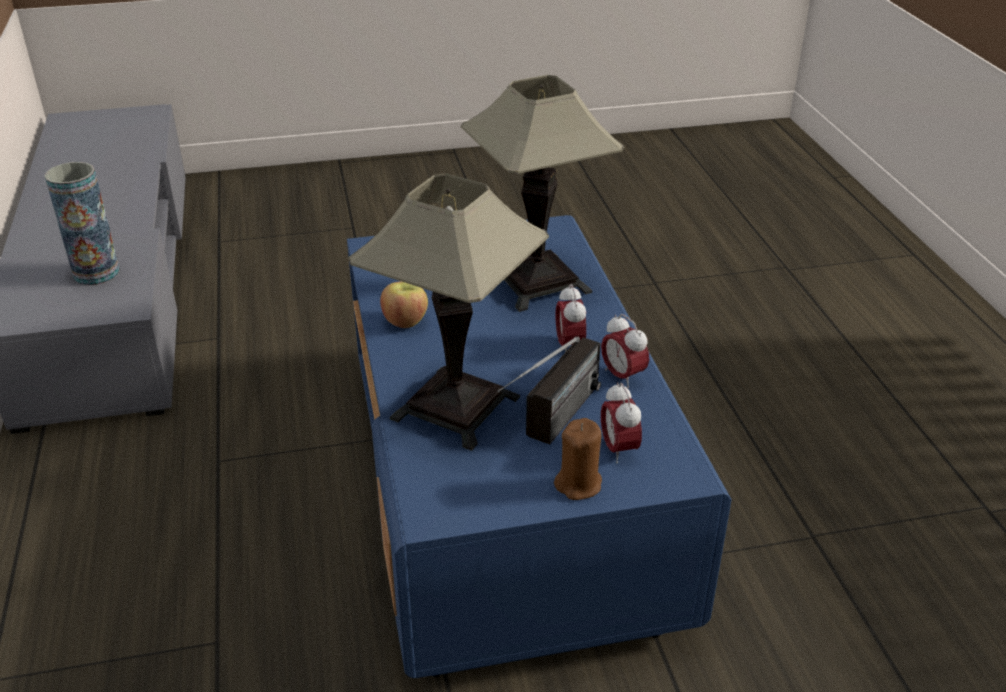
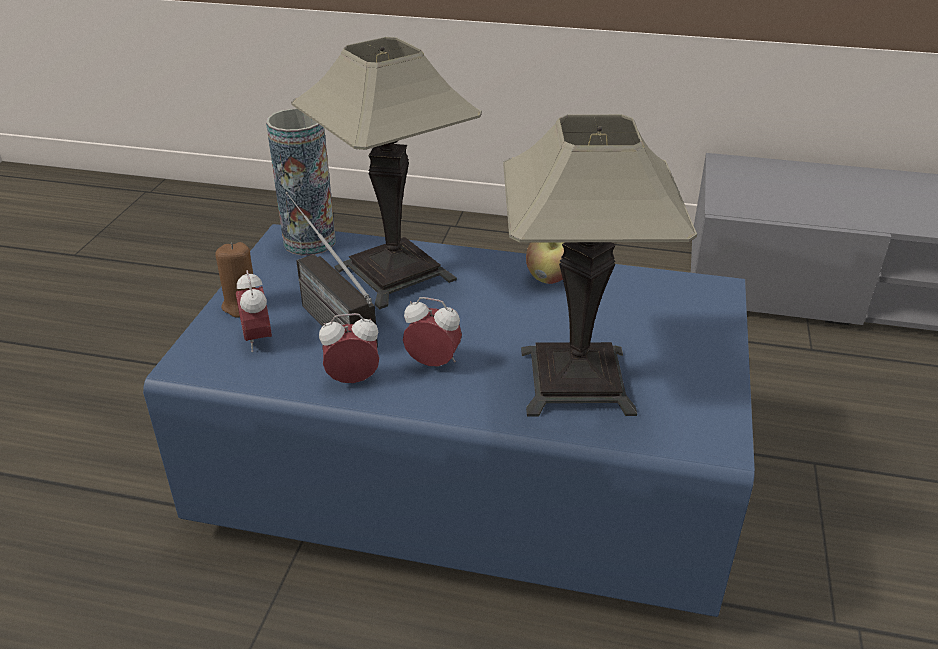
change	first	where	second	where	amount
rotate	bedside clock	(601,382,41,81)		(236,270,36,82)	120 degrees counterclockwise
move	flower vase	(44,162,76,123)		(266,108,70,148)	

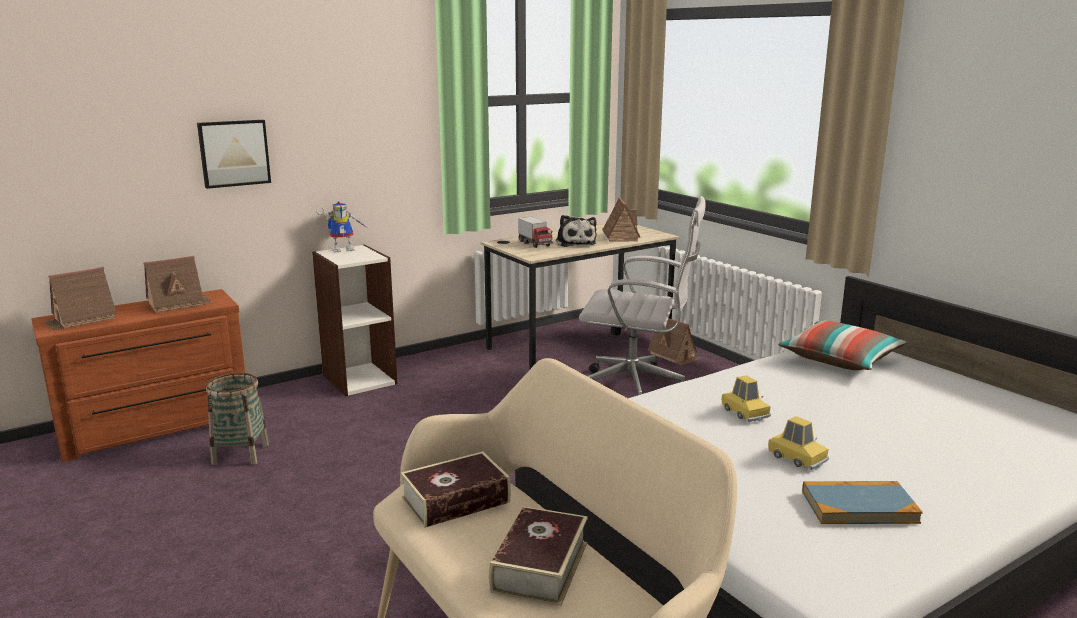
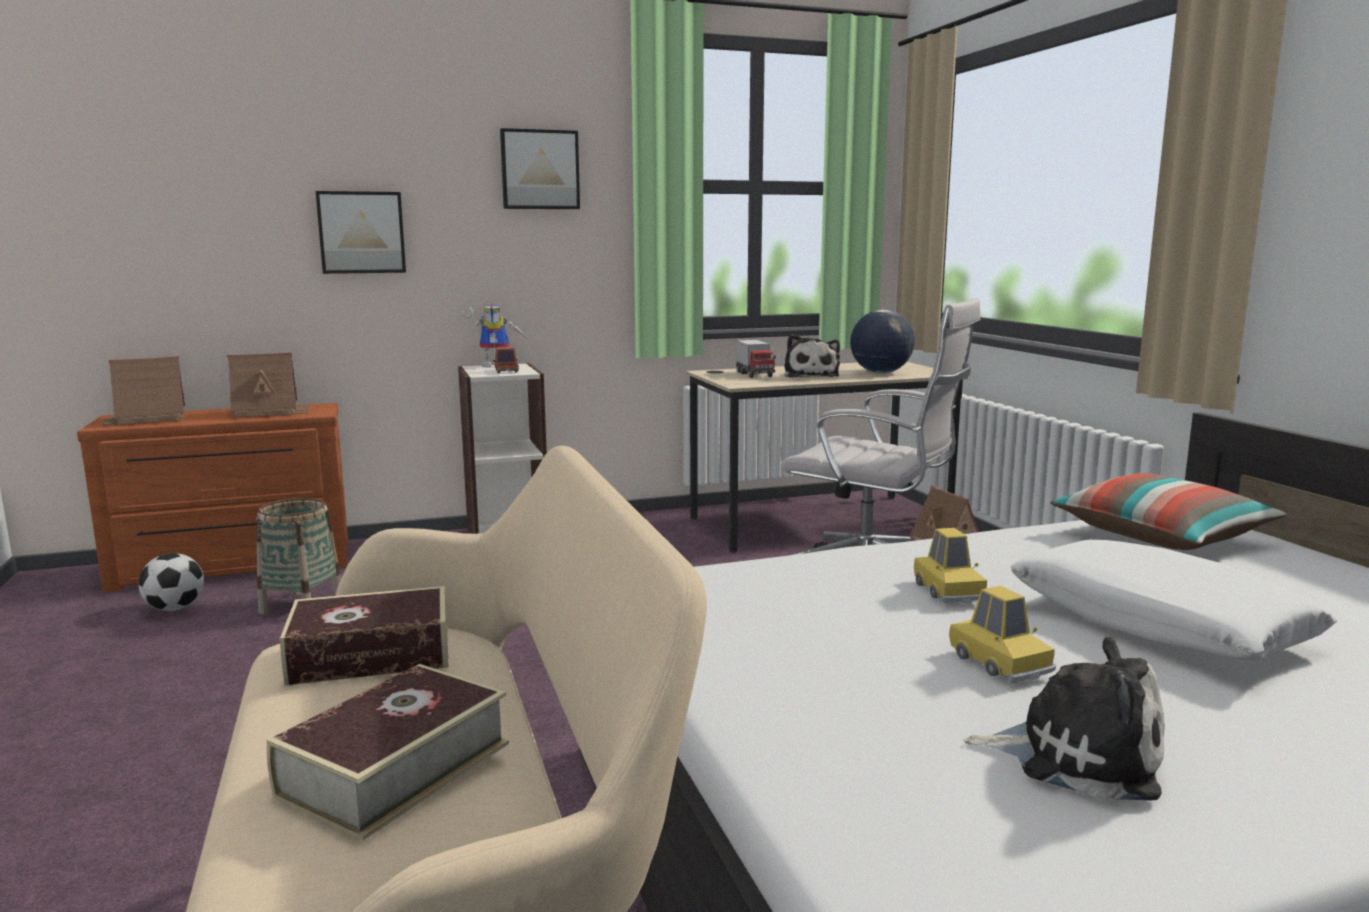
change	first	where	second	where	amount
insert			ball for football	(139,553,65,58)	
insert			toy lorry	(493,347,26,26)	
insert			wall picture	(500,128,80,81)	
replace	miniature house	(602,197,38,45)	desk globe	(850,310,65,63)	
replace	bound book	(802,481,121,43)	soft toy	(964,637,201,163)	
insert			white throw pillow	(1011,540,326,120)	

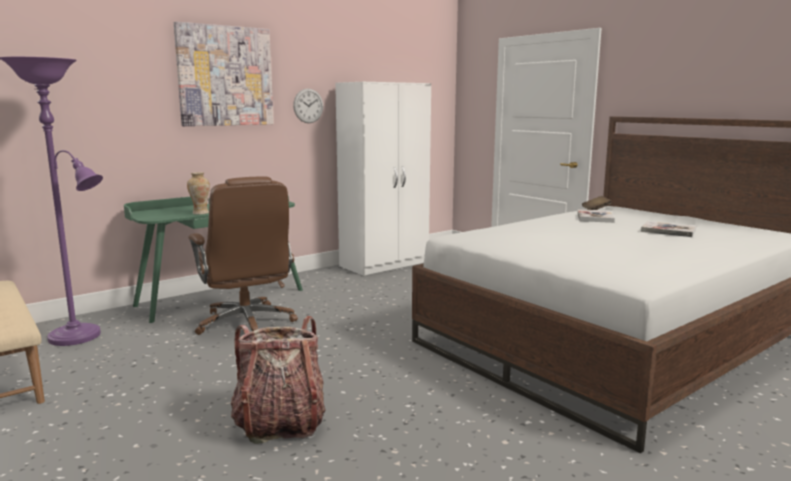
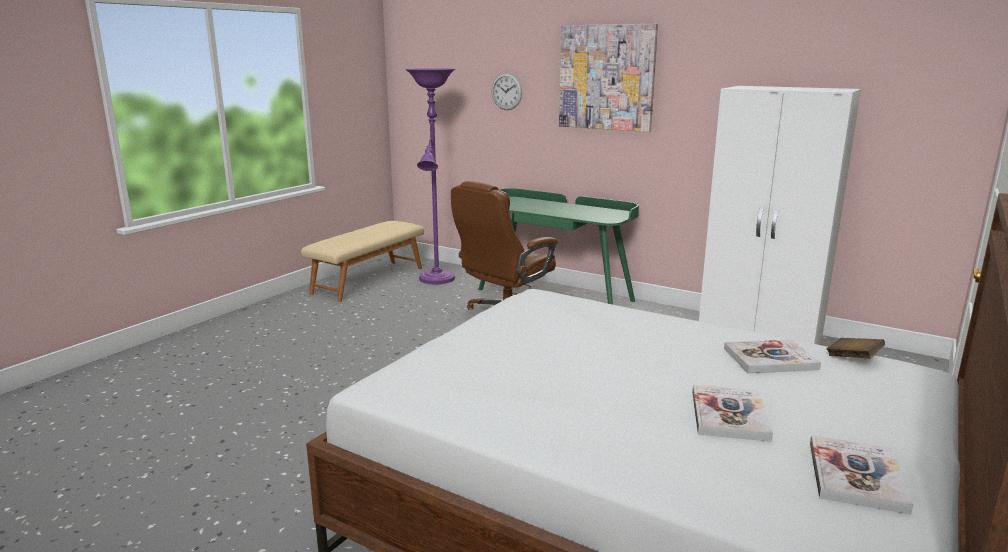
change	first	where	second	where	amount
move	clock on the wall	(293,89,30,34)		(492,73,30,37)	
insert			bound book	(810,435,103,79)	
delete	flower vase	(187,172,23,43)			
delete	knapsack	(231,316,95,128)			

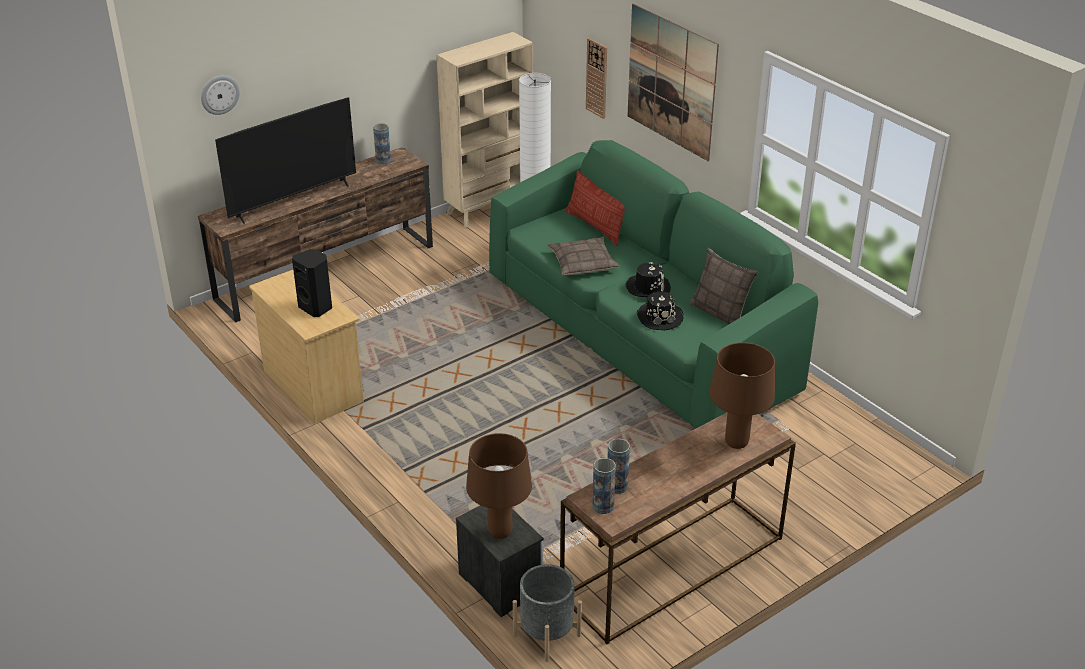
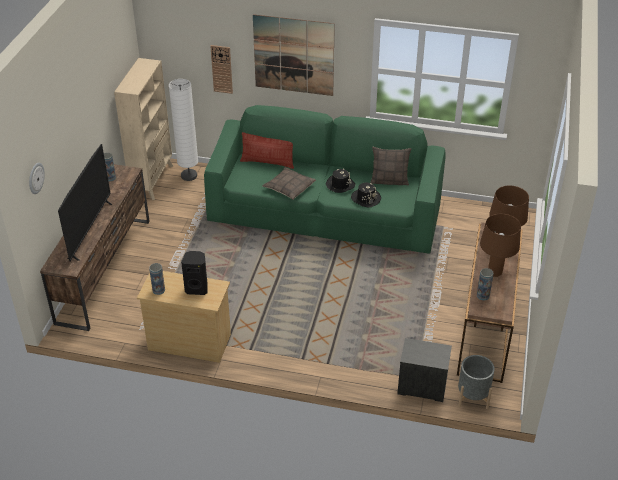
change	first	where	second	where	amount
move	flower vase	(592,458,24,56)		(149,263,16,32)	
move	brown table lamp	(466,433,66,106)		(480,214,41,63)	

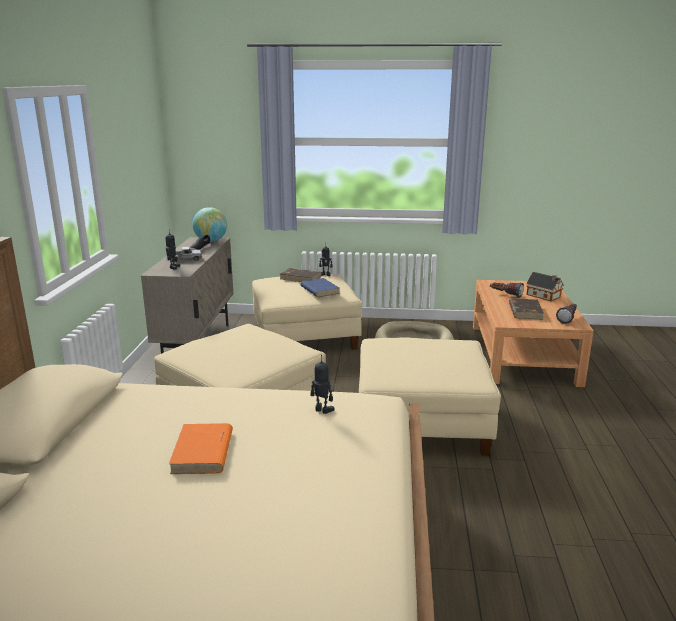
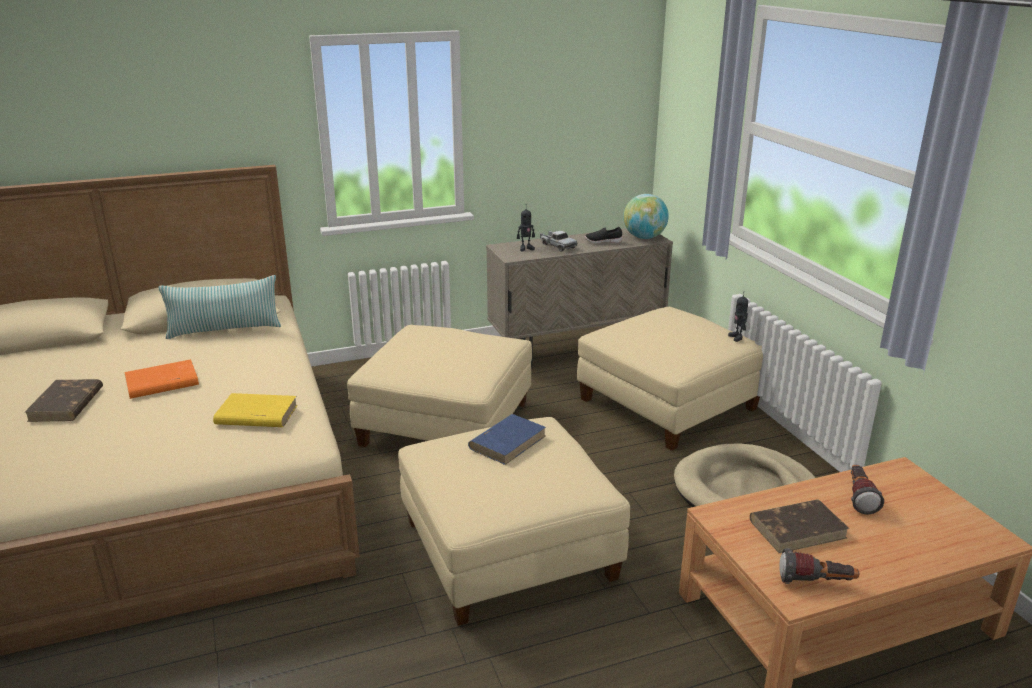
change	first	where	second	where	amount
move	brown bound book	(280,268,42,14)		(24,379,79,43)	
insert			throw pillow	(159,275,122,64)	
replace	model robot	(311,355,24,59)	yellow-coloured bound book	(213,393,85,34)	
move	blue bound book	(300,278,40,19)		(468,414,78,51)	
delete	miniature house	(526,272,38,29)			

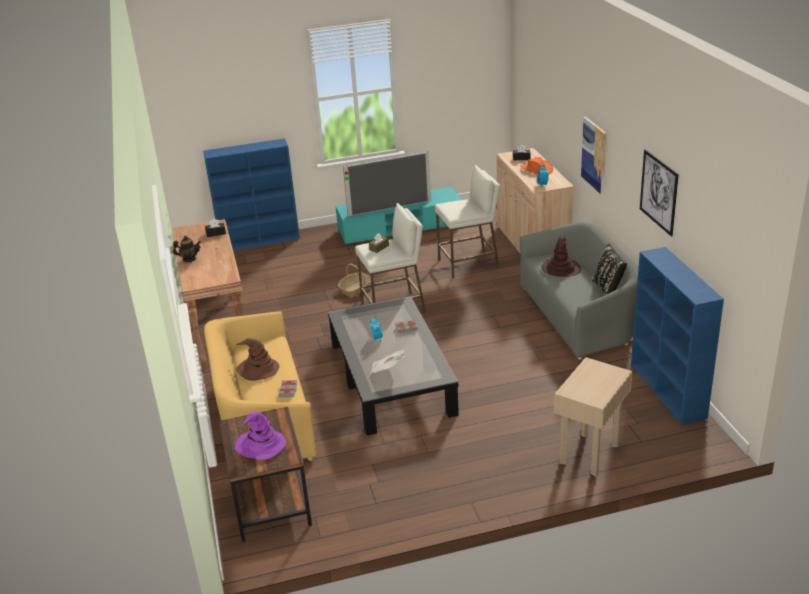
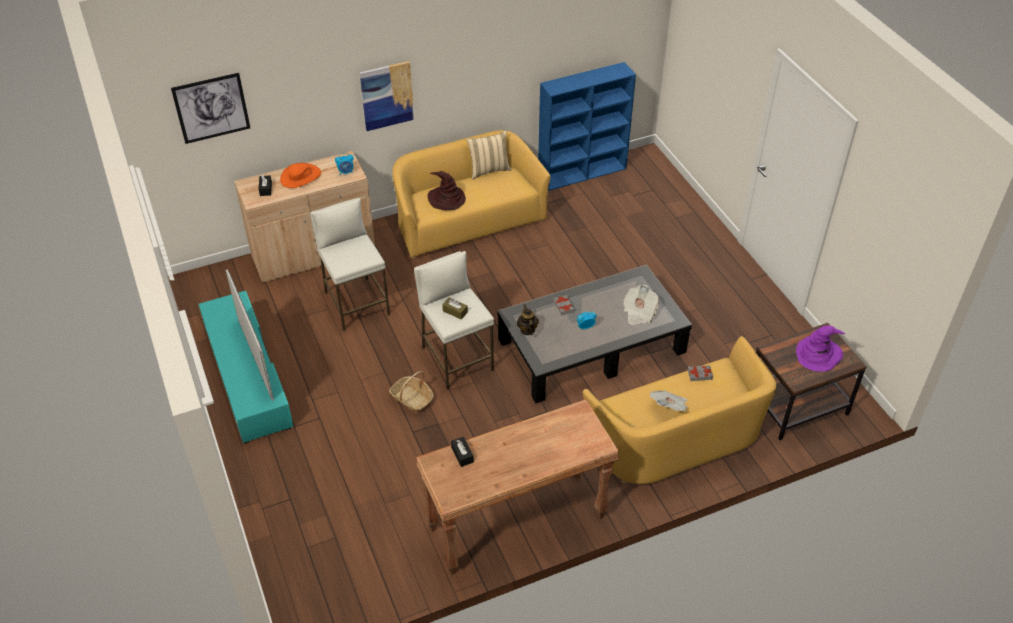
change	first	where	second	where	amount
move	wall picture	(640,149,39,88)		(171,73,79,71)	
recolor	grey sofa	(520,222,119,138)	yellow-coloured sofa	(392,130,159,128)	
recolor	blackish throw pillow	(592,244,35,51)	beige-coloured throw pillow	(466,130,45,49)	
move	tea pot	(173,236,28,26)		(517,304,22,31)	
replace	brown clothing hat	(236,338,43,43)	daily paper	(650,390,38,21)	
delete	blue shelving unit	(203,138,97,113)			
delete	beige-coloured end table	(554,357,78,119)			

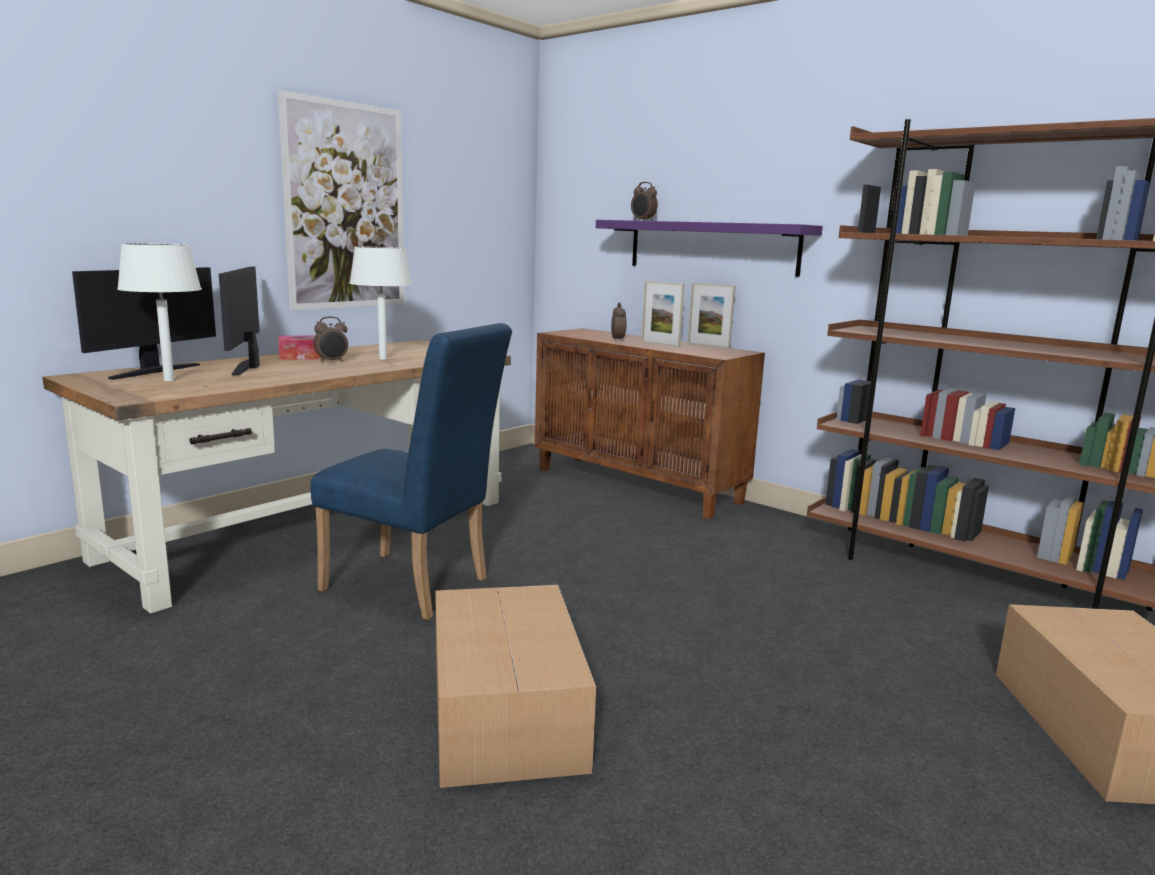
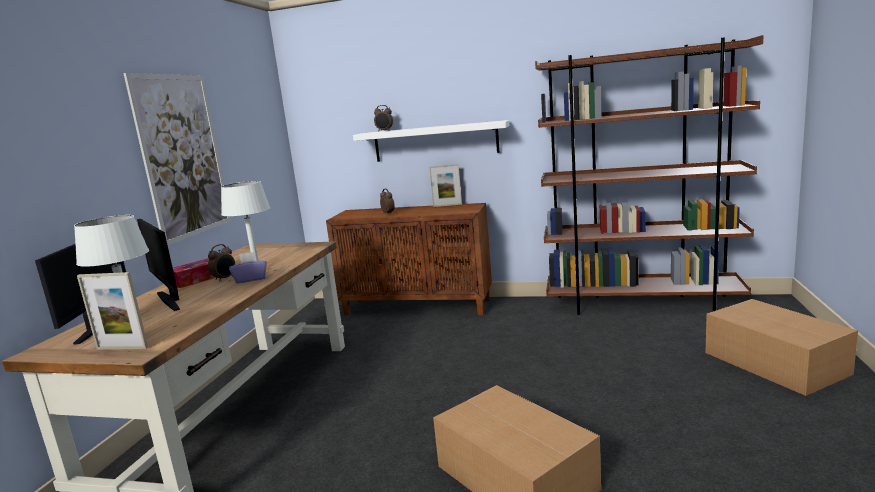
change	first	where	second	where	amount
move	picture frame	(641,281,44,66)		(77,272,71,77)	
insert			purple-coloured tissue box	(229,252,38,32)	
recolor	purple-coloured shelf	(596,220,227,57)	white shelf	(353,120,157,42)	
delete	blue chair	(310,323,202,297)			

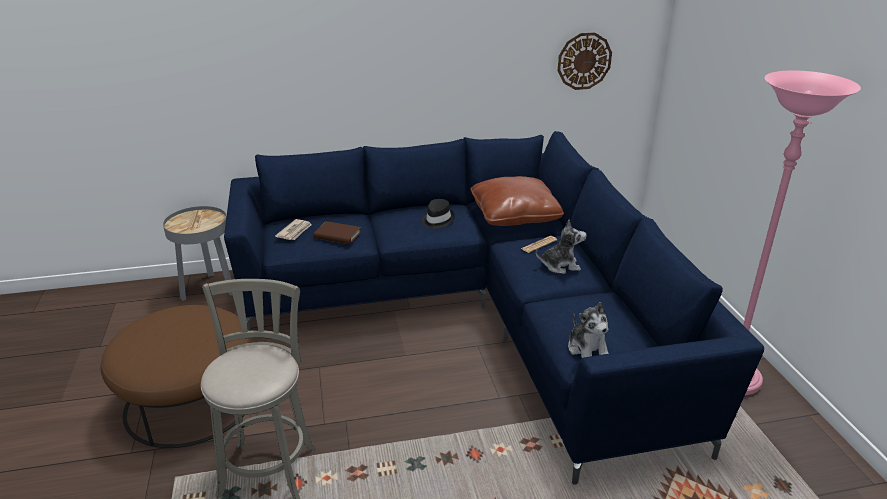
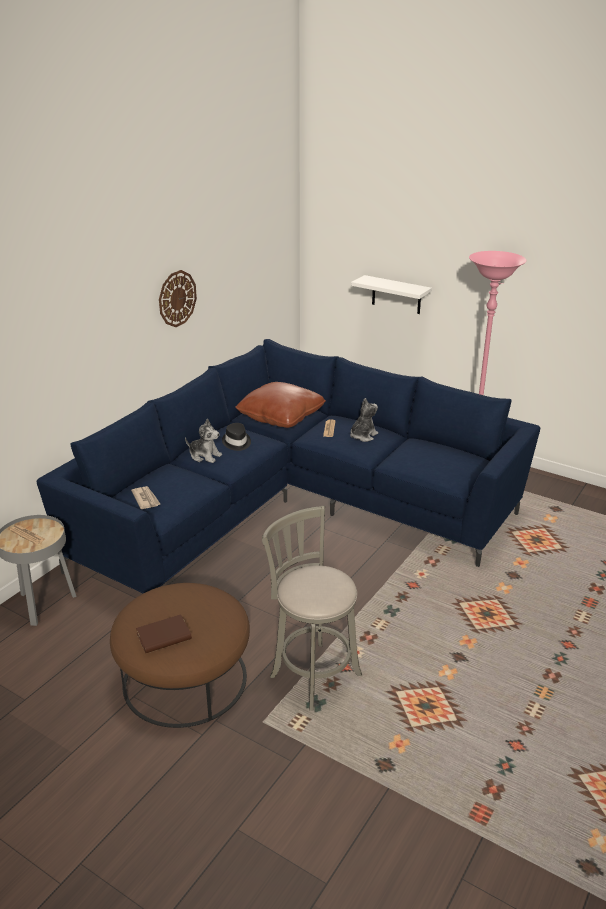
change	first	where	second	where	amount
move	brown bound book	(314,221,47,23)		(136,614,56,39)	
move	clock on the wall	(558,33,54,57)		(159,270,38,57)	
move	soft toy	(568,302,41,56)		(185,419,37,44)	
insert			white shelf	(351,275,81,39)	

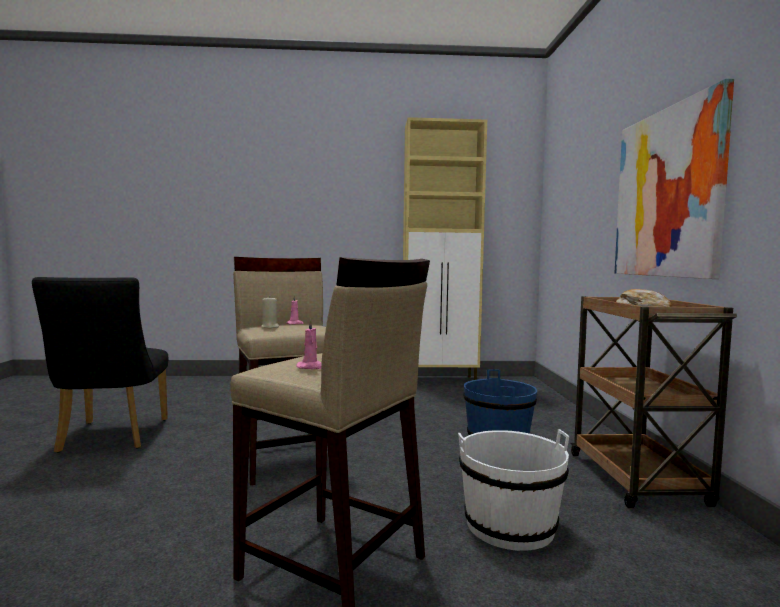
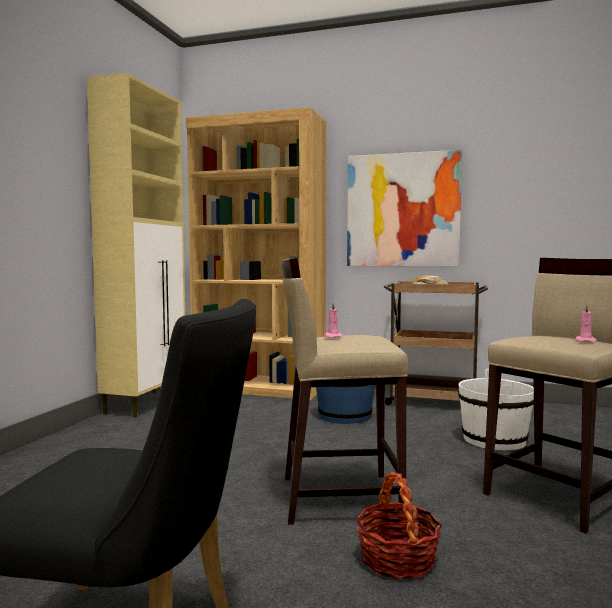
change	first	where	second	where	amount
insert			brown shelving unit	(186,107,141,293)	
insert			household basket	(356,472,86,108)	
delete	beige-coloured wax light	(261,297,18,31)			

